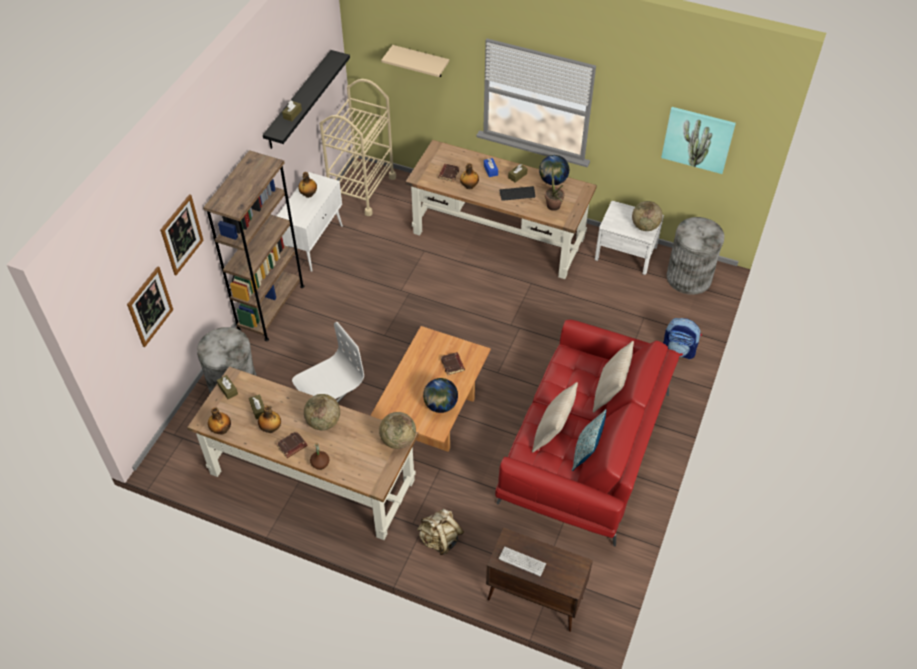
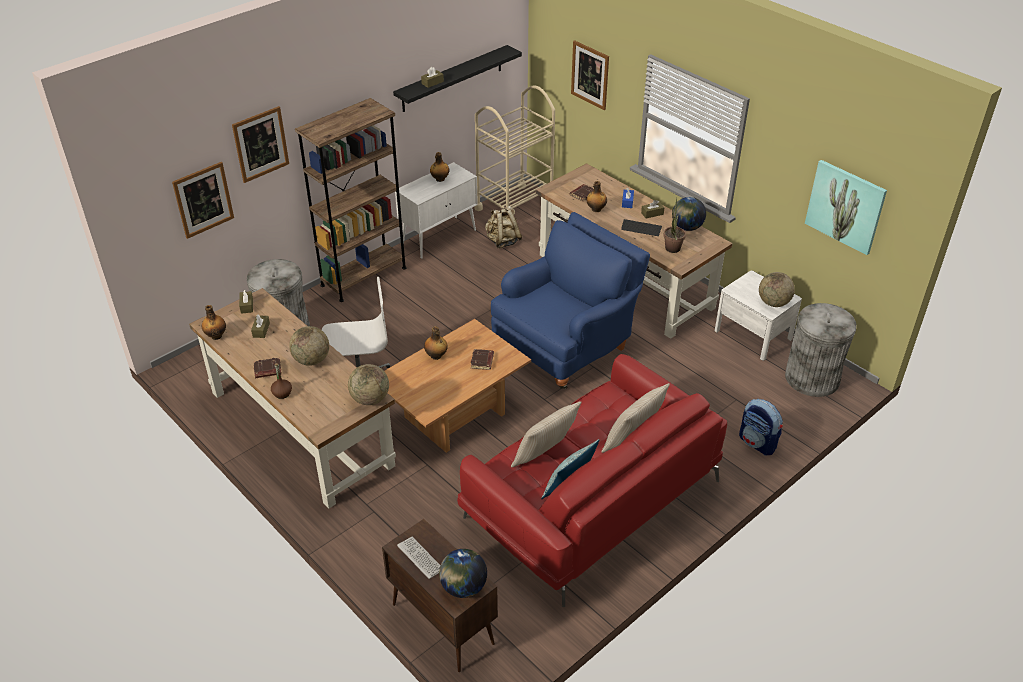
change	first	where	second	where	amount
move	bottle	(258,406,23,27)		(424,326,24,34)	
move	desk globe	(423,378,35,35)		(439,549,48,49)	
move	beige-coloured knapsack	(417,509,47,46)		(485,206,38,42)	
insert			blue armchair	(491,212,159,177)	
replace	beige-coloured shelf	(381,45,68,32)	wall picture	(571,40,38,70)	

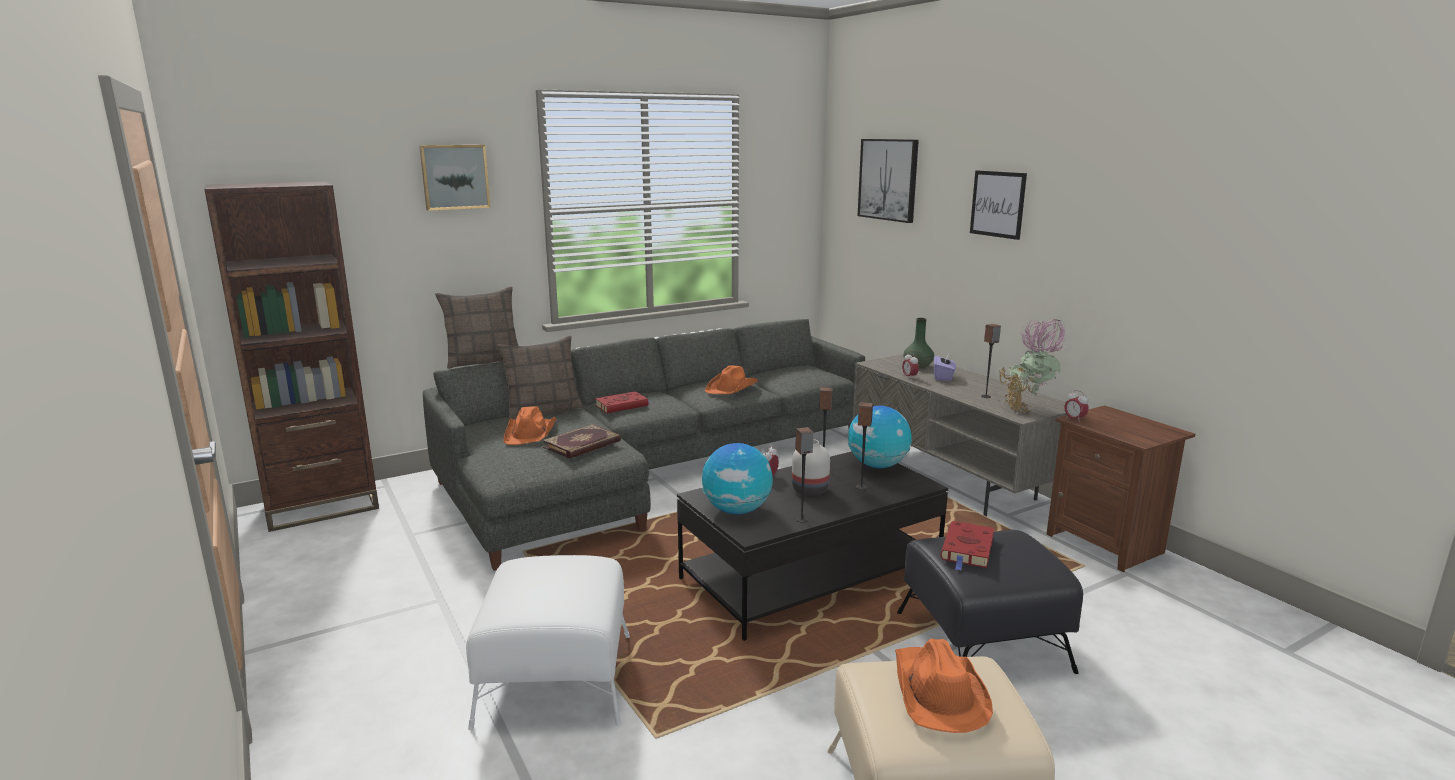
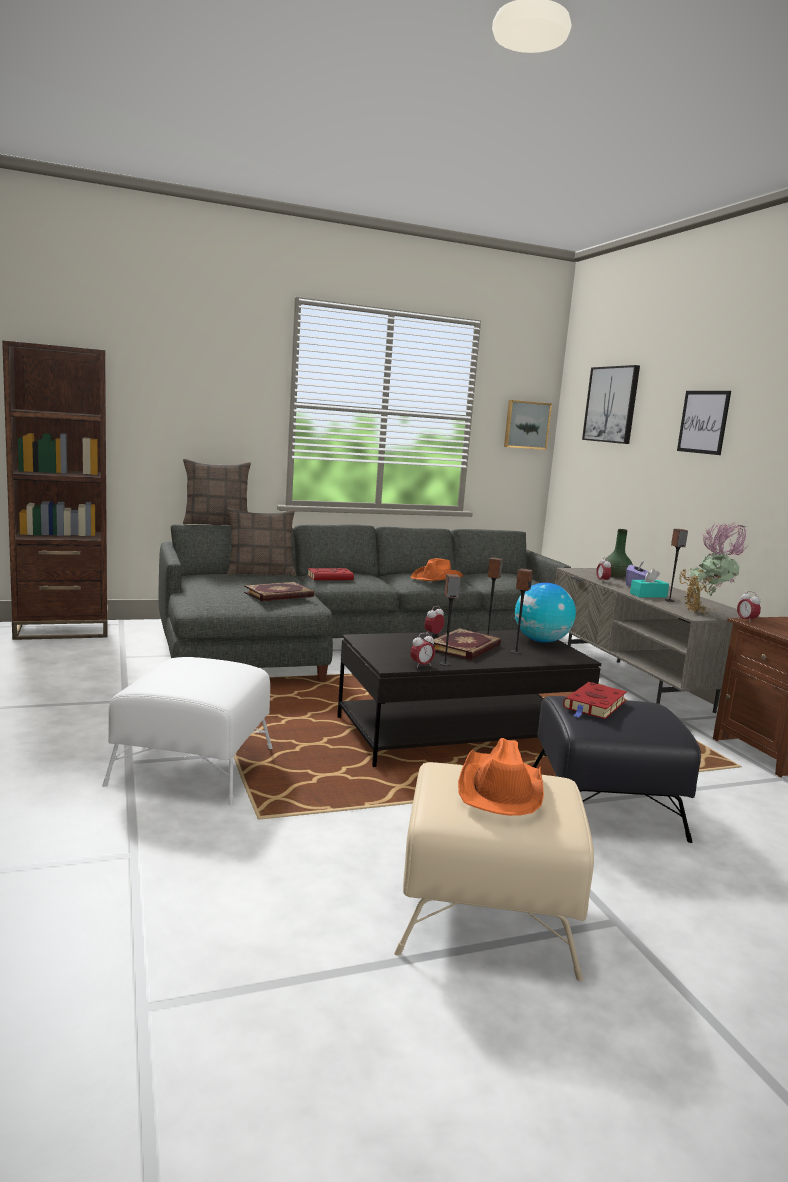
change	first	where	second	where	amount
insert			bedside clock	(410,632,25,36)	
replace	white flower vase	(792,439,38,57)	bound book	(429,628,72,32)	
move	wall picture	(419,145,72,66)		(504,400,48,50)	
insert			blue-green tissue box	(630,569,39,29)	
delete	orangey clothing hat	(504,406,53,39)			
delete	desk globe	(702,443,71,71)			

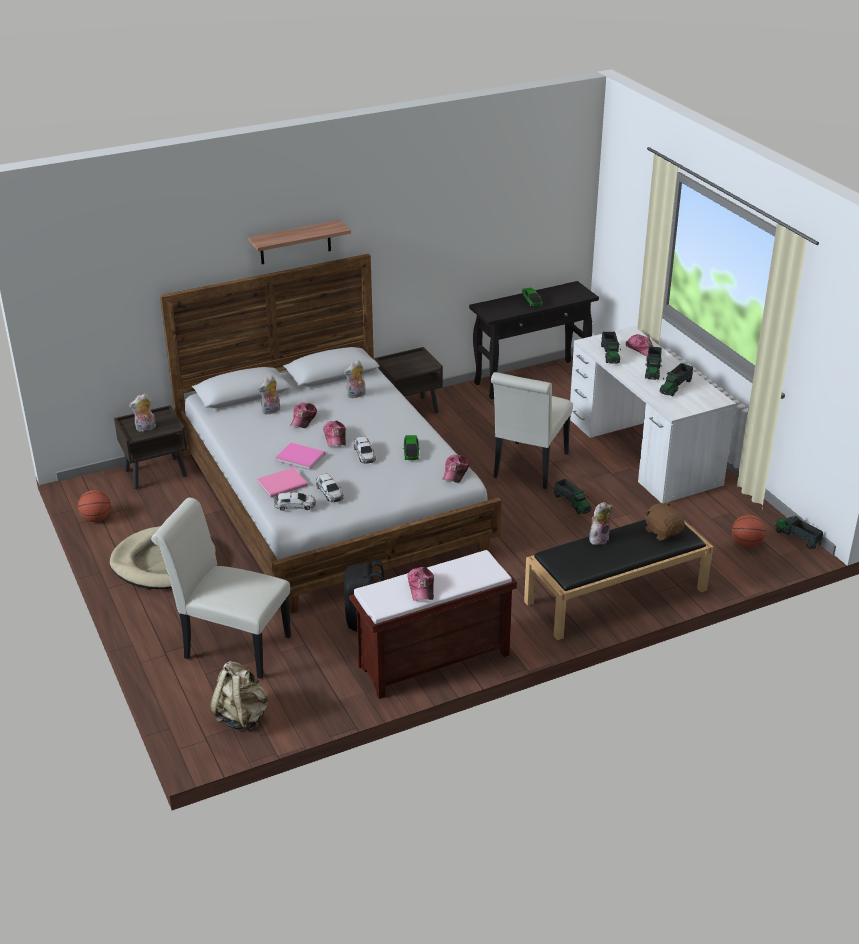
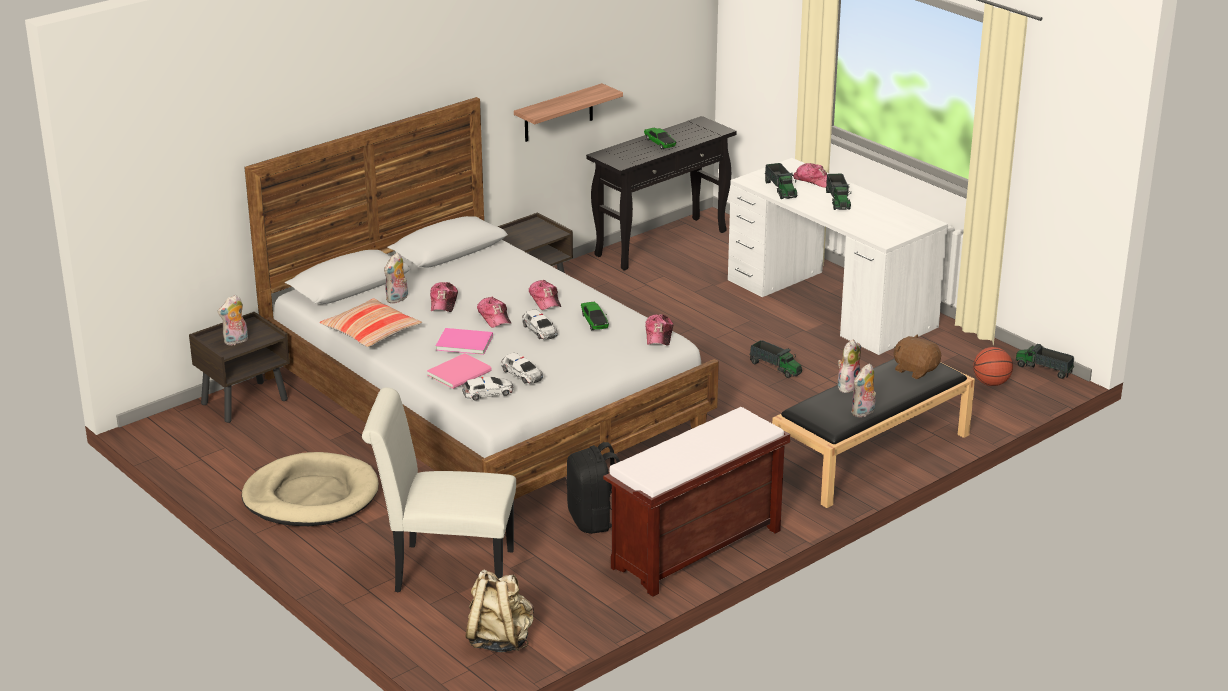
change	first	where	second	where	amount
insert			throw pillow	(320,298,102,49)	
move	shelf	(248,220,103,44)		(514,83,109,59)	
move	cap	(407,567,27,34)		(529,280,32,30)	
move	soft toy	(344,360,22,38)		(851,364,25,53)	
delete	ball for basketball	(78,490,33,32)			
delete	white chair	(491,372,82,117)			
delete	toy lorry	(660,363,33,33)			

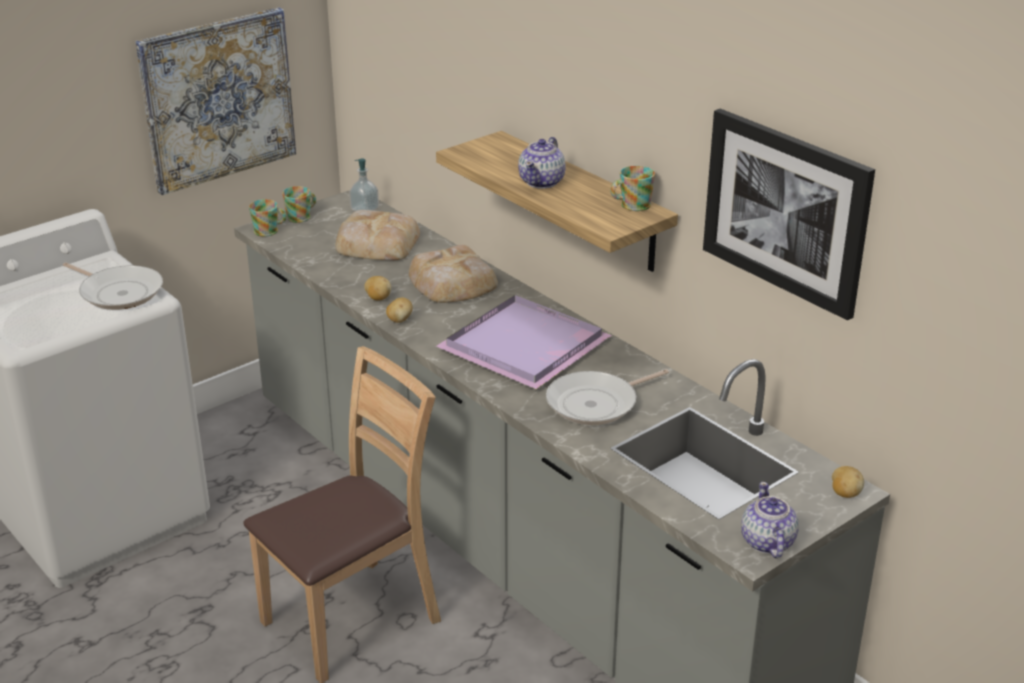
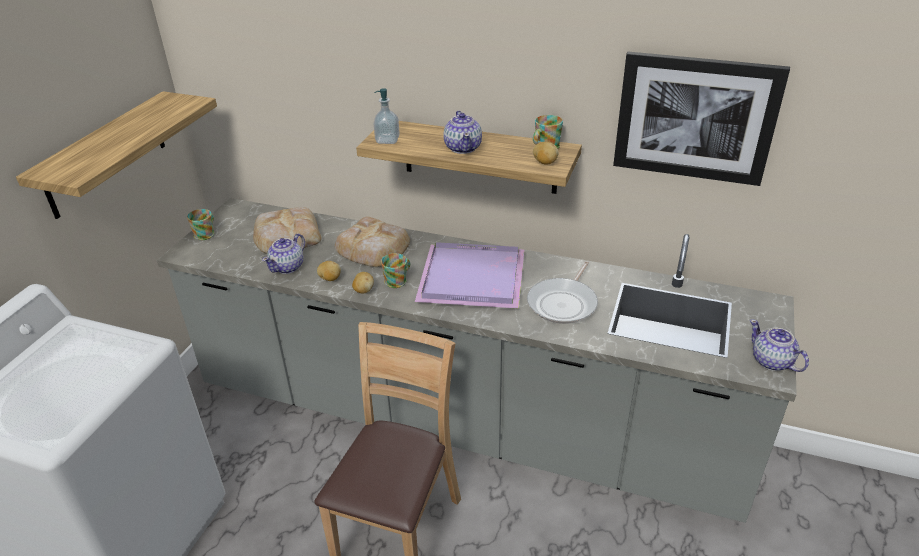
change	first	where	second	where	amount
replace	wall picture	(136,7,160,188)	shelf	(16,91,201,128)	
insert			tea pot	(262,234,43,40)	
move	soap bottle	(349,158,30,53)		(374,88,26,56)	
move	coffee mug	(249,199,38,38)		(381,253,29,35)	
move	spud	(832,466,32,32)		(533,142,25,23)	
delete	skillet	(63,262,100,48)			

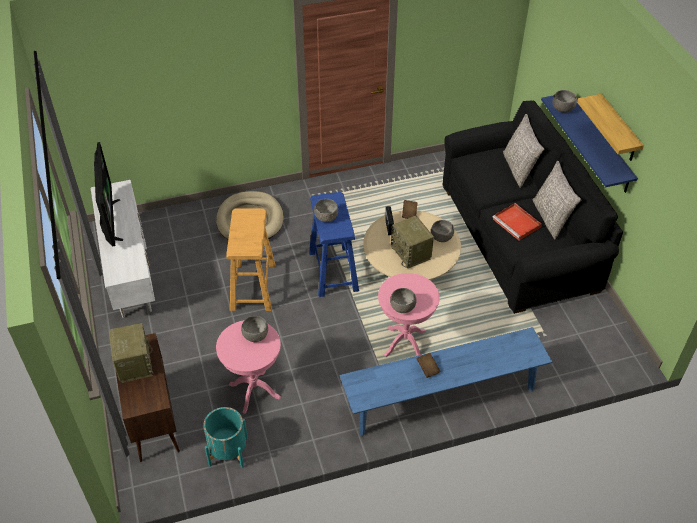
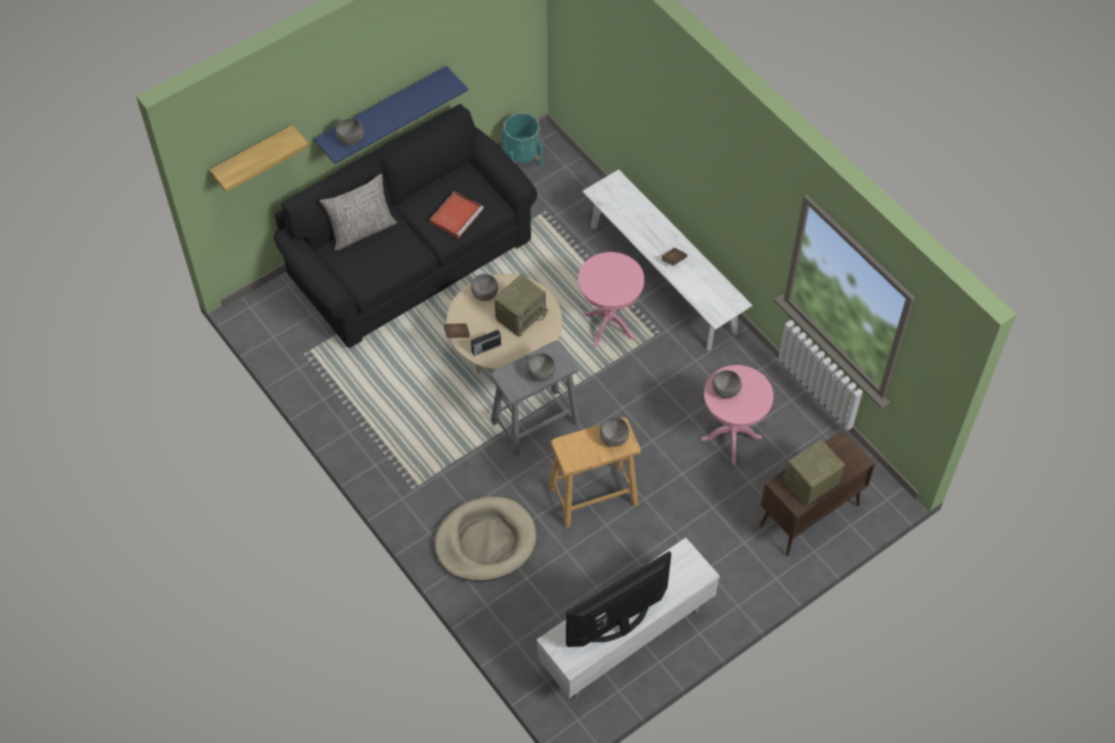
change	first	where	second	where	amount
move	shelf	(577,94,67,67)		(210,125,99,67)	
recolor	blue stool	(309,192,50,105)	grey stool	(490,341,90,116)	
move	blue-green flower pot	(203,407,45,61)		(502,113,41,54)	
recolor	blue bench	(340,327,212,109)	white bench	(582,169,171,182)	
move	grey bowl	(390,288,26,25)		(600,417,29,30)	
delete	grey throw pillow	(533,161,49,78)			

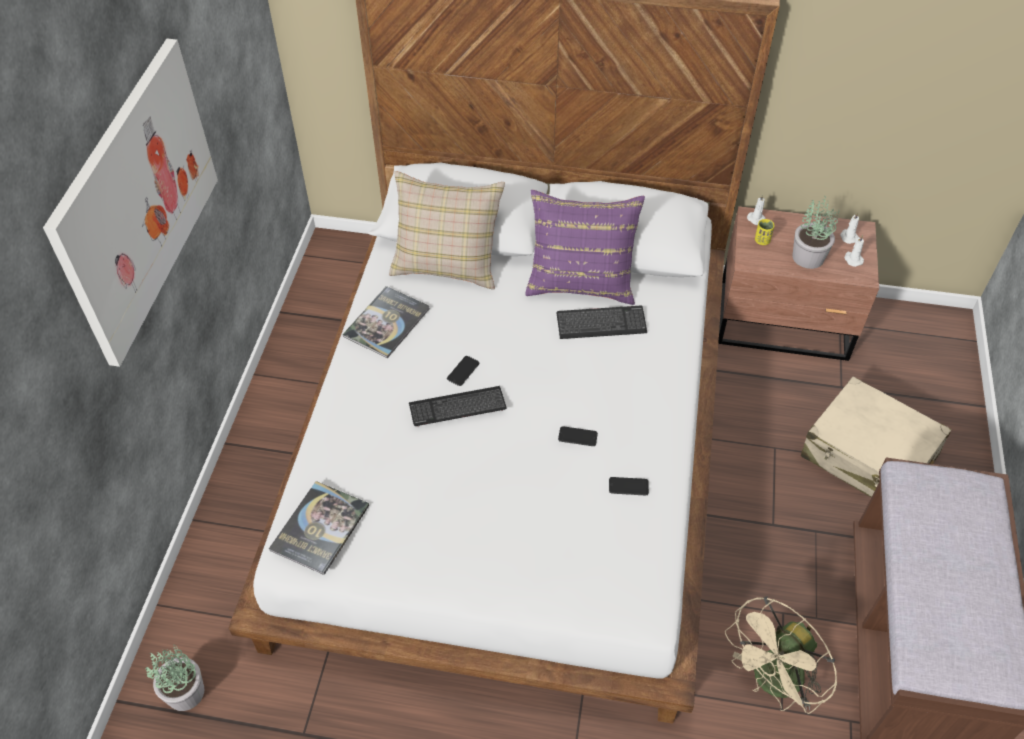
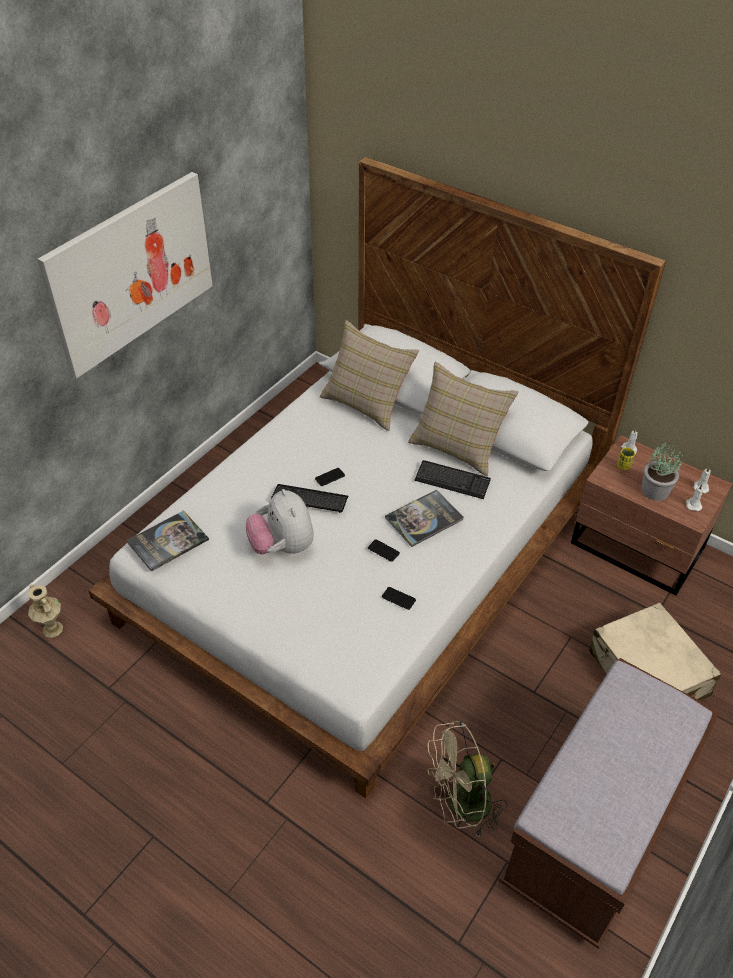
change	first	where	second	where	amount
replace	houseplant	(145,645,59,66)	beige-coloured flower vase	(28,584,35,54)	
insert			soft toy	(246,489,68,65)	
move	bound book	(343,286,87,72)		(385,490,79,57)	
recolor	purple-coloured throw pillow	(525,190,120,115)	beige-coloured throw pillow	(408,362,110,114)	

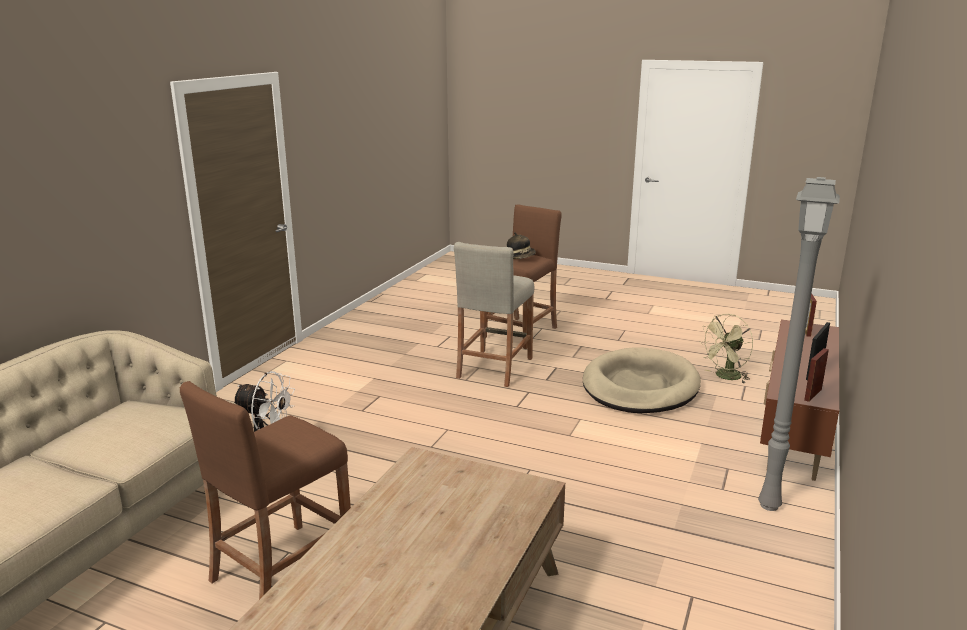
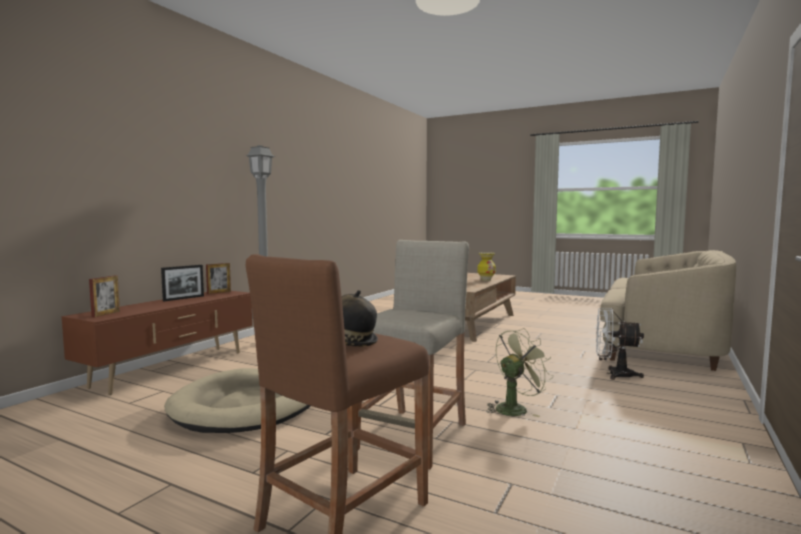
change	first	where	second	where	amount
insert			flower vase	(477,252,19,29)	
move	green-coloured fan	(699,314,54,69)		(486,328,67,89)	
delete	brown stool	(180,381,171,218)			

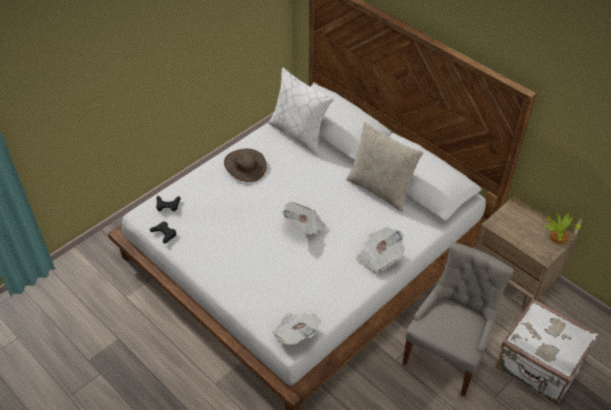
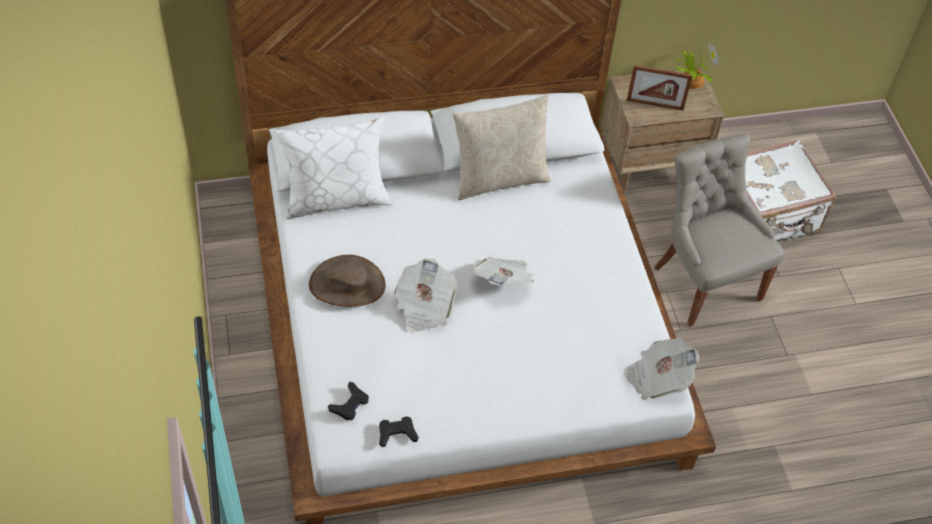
change	first	where	second	where	amount
move	daily paper	(356,227,49,46)		(394,258,64,74)	
insert			picture frame	(627,65,65,46)	

